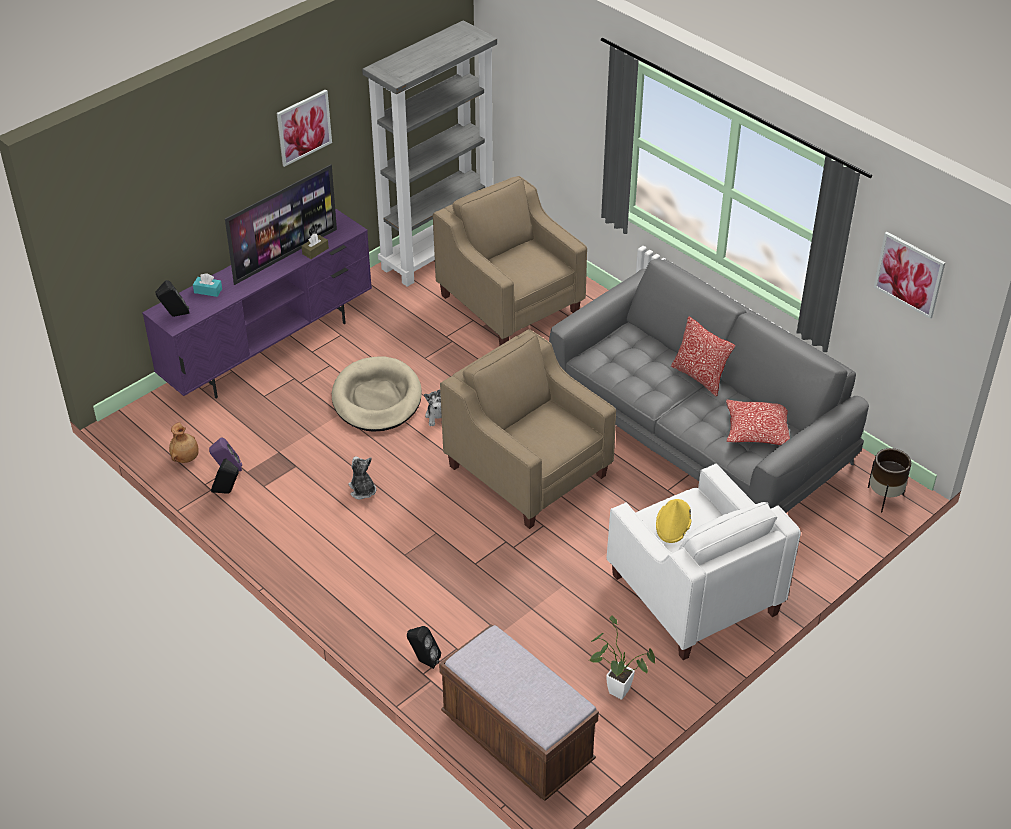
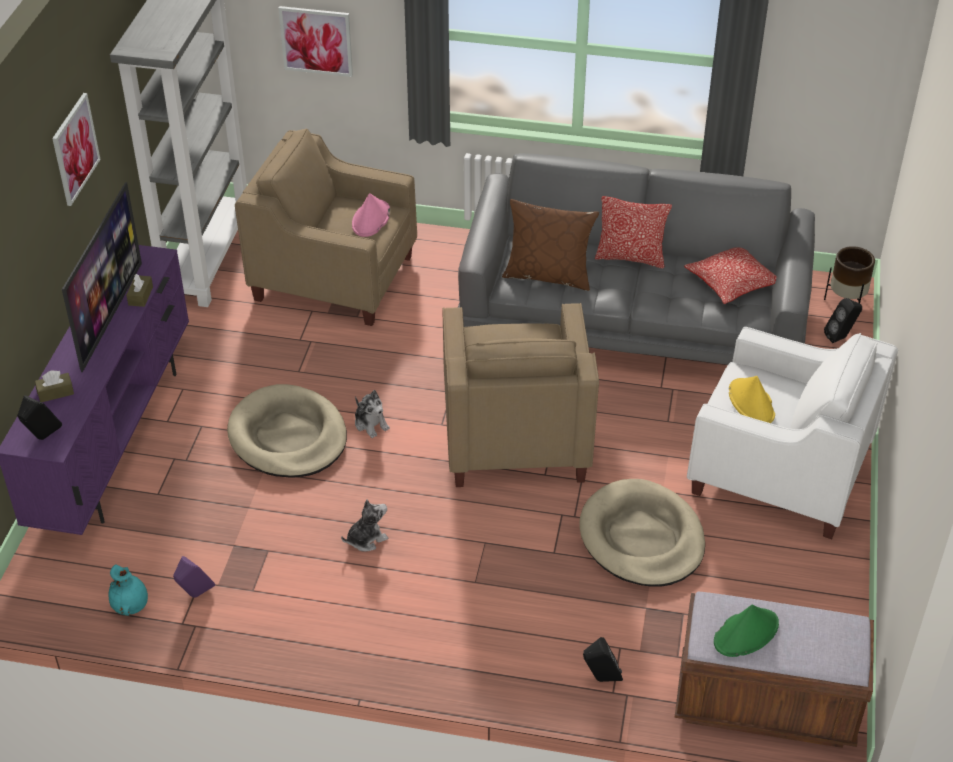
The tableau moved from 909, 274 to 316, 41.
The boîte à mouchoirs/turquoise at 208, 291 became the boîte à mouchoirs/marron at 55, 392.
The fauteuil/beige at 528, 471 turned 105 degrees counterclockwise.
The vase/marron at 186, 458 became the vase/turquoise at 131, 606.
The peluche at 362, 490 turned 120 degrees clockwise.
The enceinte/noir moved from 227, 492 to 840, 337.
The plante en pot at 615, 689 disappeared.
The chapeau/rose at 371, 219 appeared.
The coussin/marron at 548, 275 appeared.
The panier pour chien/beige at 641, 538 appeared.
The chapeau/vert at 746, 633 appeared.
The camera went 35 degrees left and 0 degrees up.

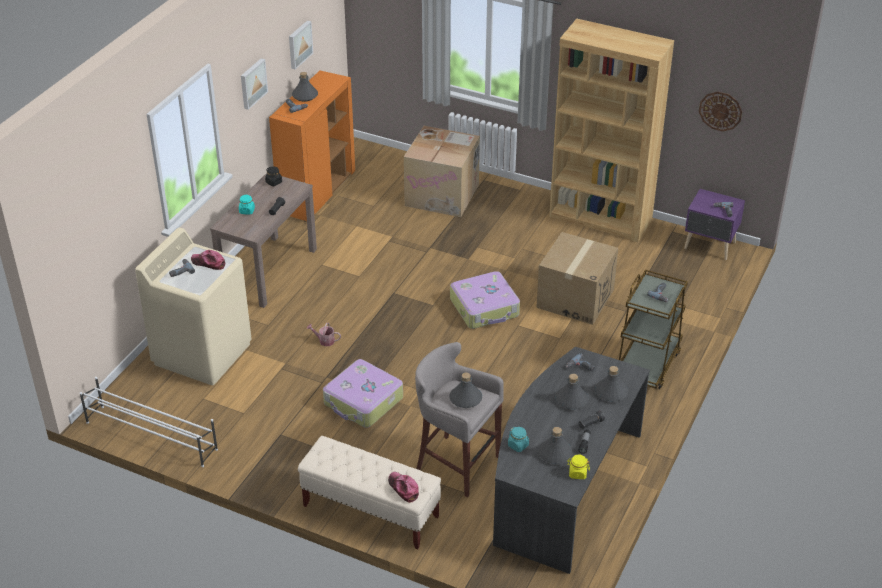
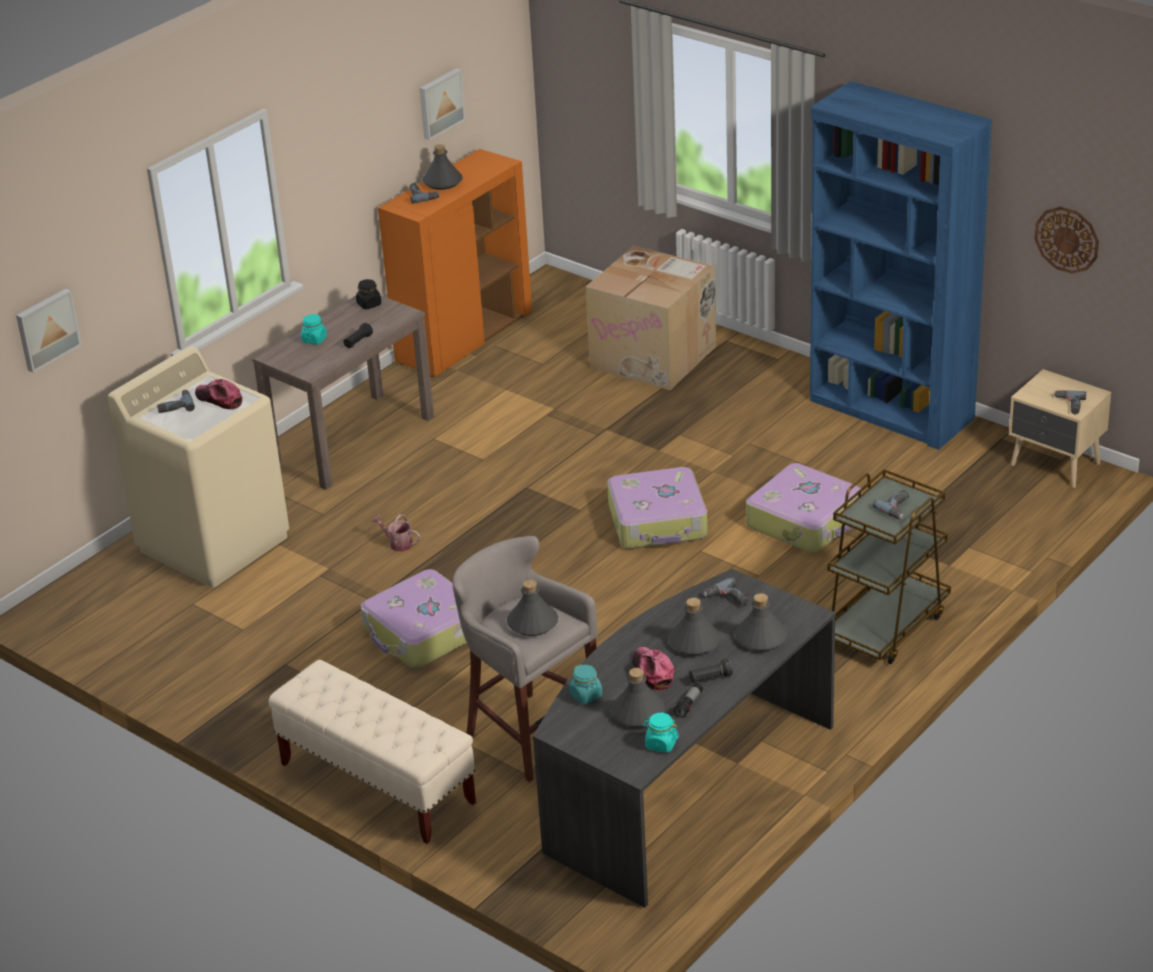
The bibliothèque/marron at 600, 218 became the bibliothèque/bleu at 891, 410.
The tableau moved from 252, 83 to 46, 329.
The table de chevet/violet at 710, 246 became the table de chevet/beige at 1055, 466.
The carton at 575, 298 was replaced by the valise at 805, 521.
The étagère à chaussures/blanc at 151, 435 disappeared.
The bocal/jaune at 577, 473 became the bocal/turquoise at 661, 744.
The casquette moved from 403, 488 to 652, 672.
The camera went 15 degrees right and 5 degrees down.

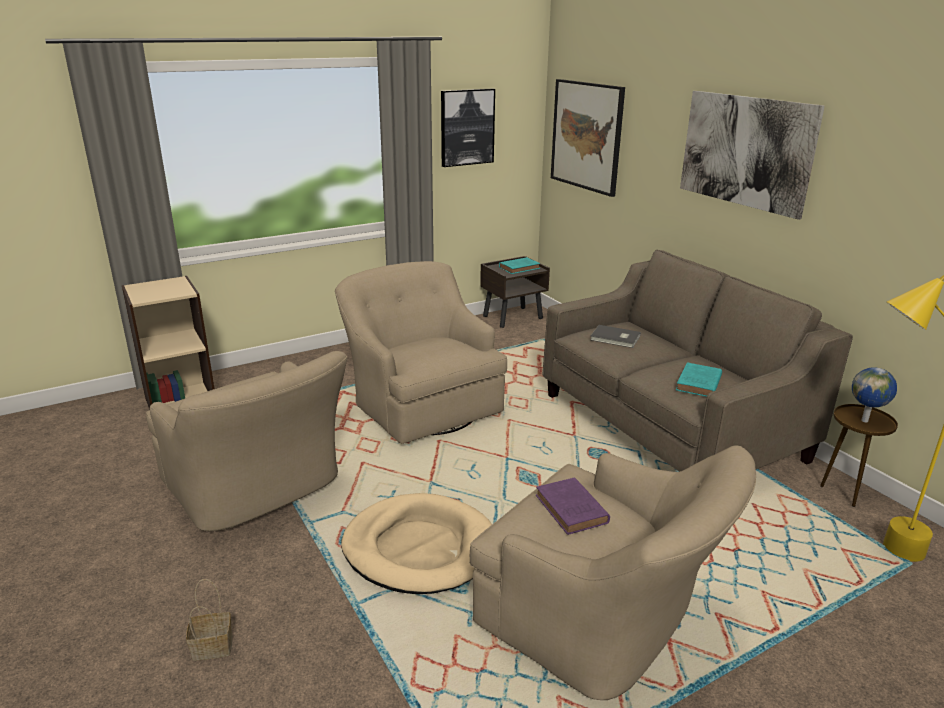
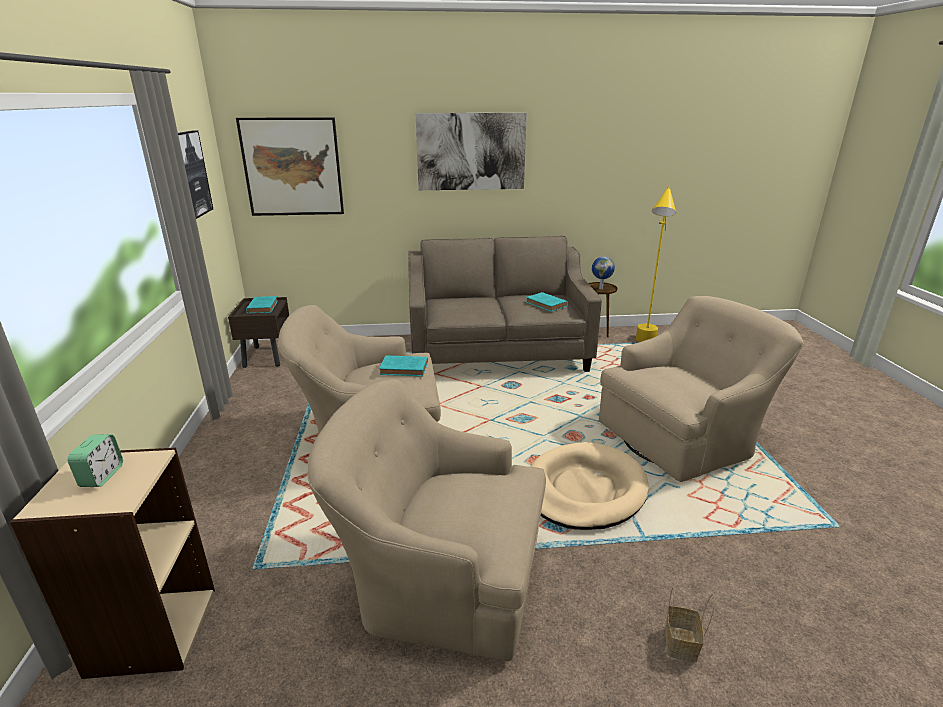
The livre/gris at 615, 338 disappeared.
The fauteuil/beige at 257, 488 turned 150 degrees counterclockwise.
The livre/violet at 572, 510 disappeared.
The livre/turquoise at 405, 369 appeared.
The réveil at 102, 476 appeared.
The camera went 65 degrees left and 0 degrees up.

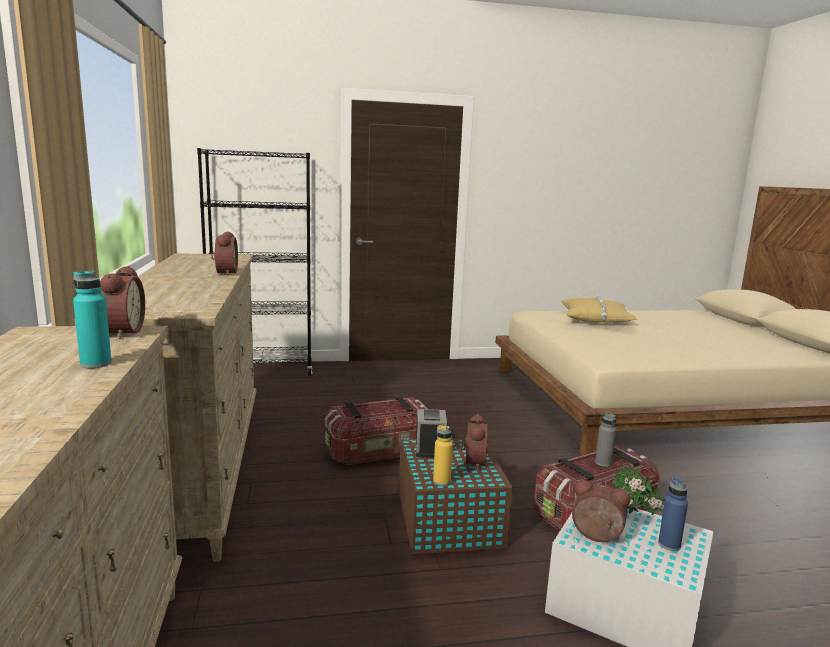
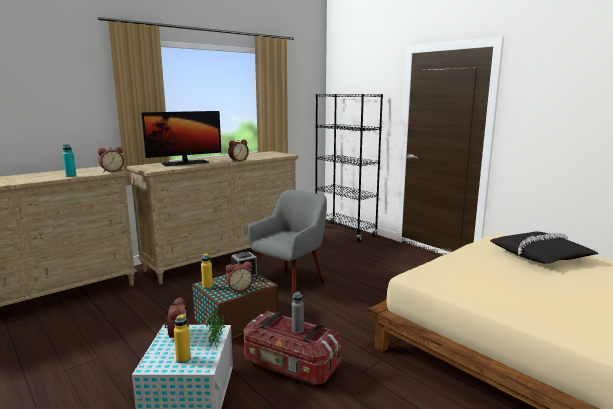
The coussin/jaune at 596, 318 became the coussin/noir at 541, 255.
The boîte de rangement at 379, 452 was replaced by the fauteuil/gris at 290, 284.
The bouteille/bleu at 669, 544 became the bouteille/jaune at 183, 359.
The écran d'ordinateur at 185, 163 appeared.
The camera went 60 degrees right and 0 degrees up.

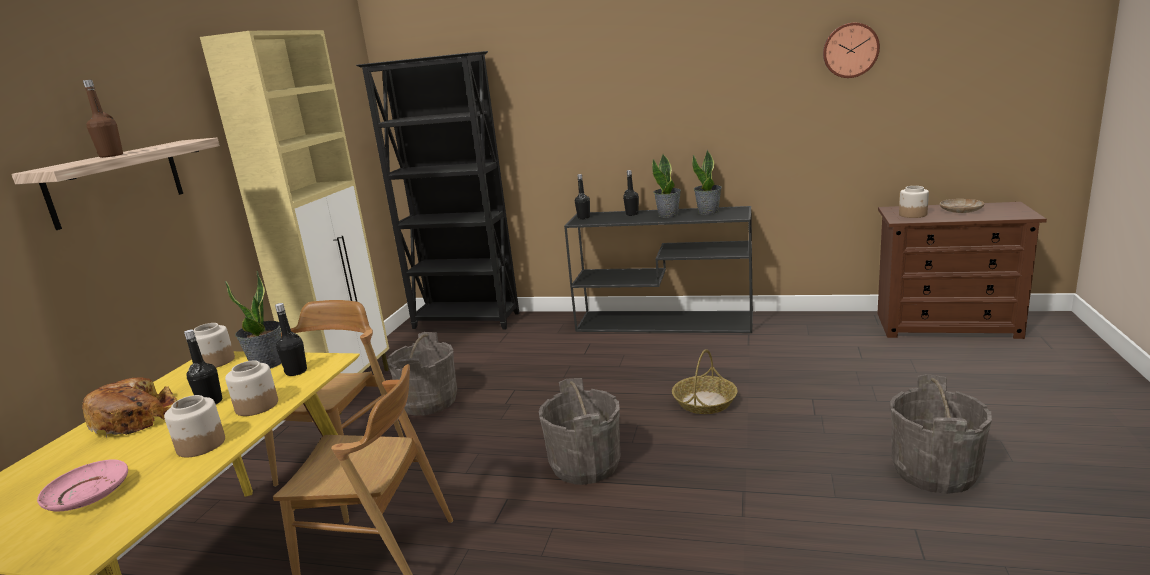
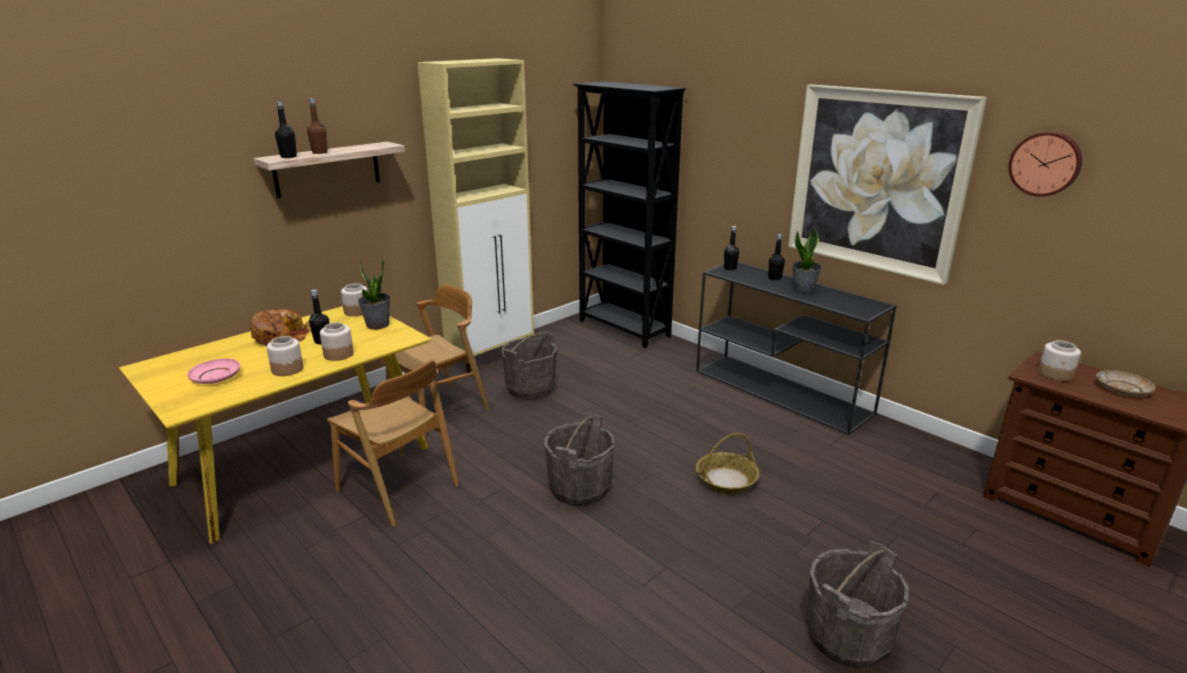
The plante en pot at 708, 212 disappeared.
The bouteille/noir moved from 296, 371 to 288, 157.
The tableau at 876, 180 appeared.
The camera went 30 degrees right and 5 degrees up.

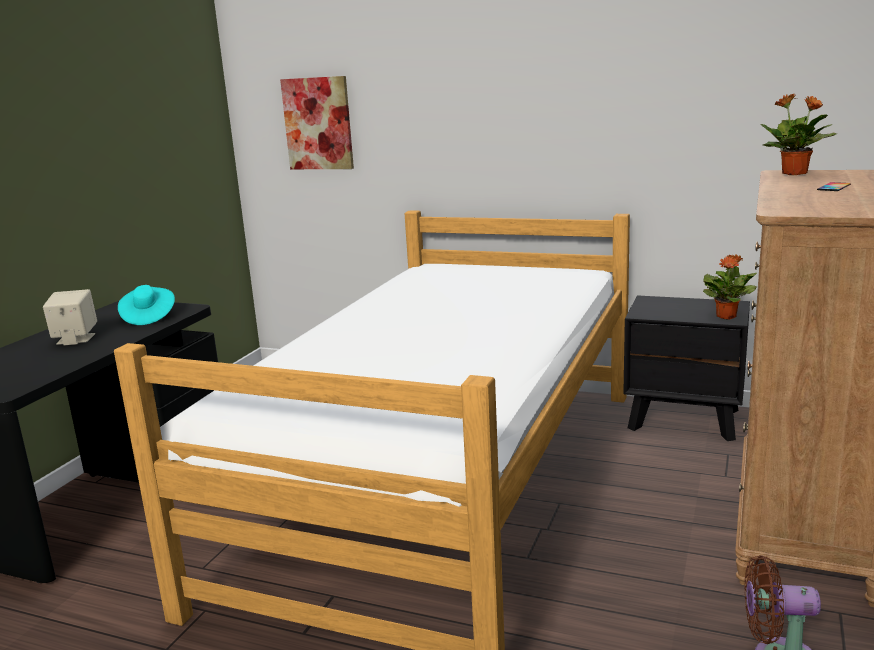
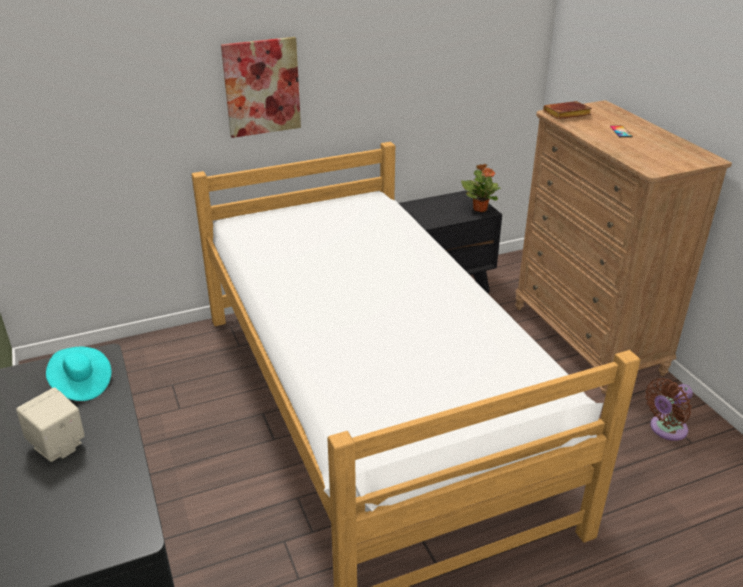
The tableau moved from 318, 123 to 262, 87.
The plante en pot at 795, 174 was replaced by the livre/marron at 566, 115.
The camera went 45 degrees left and 15 degrees up.

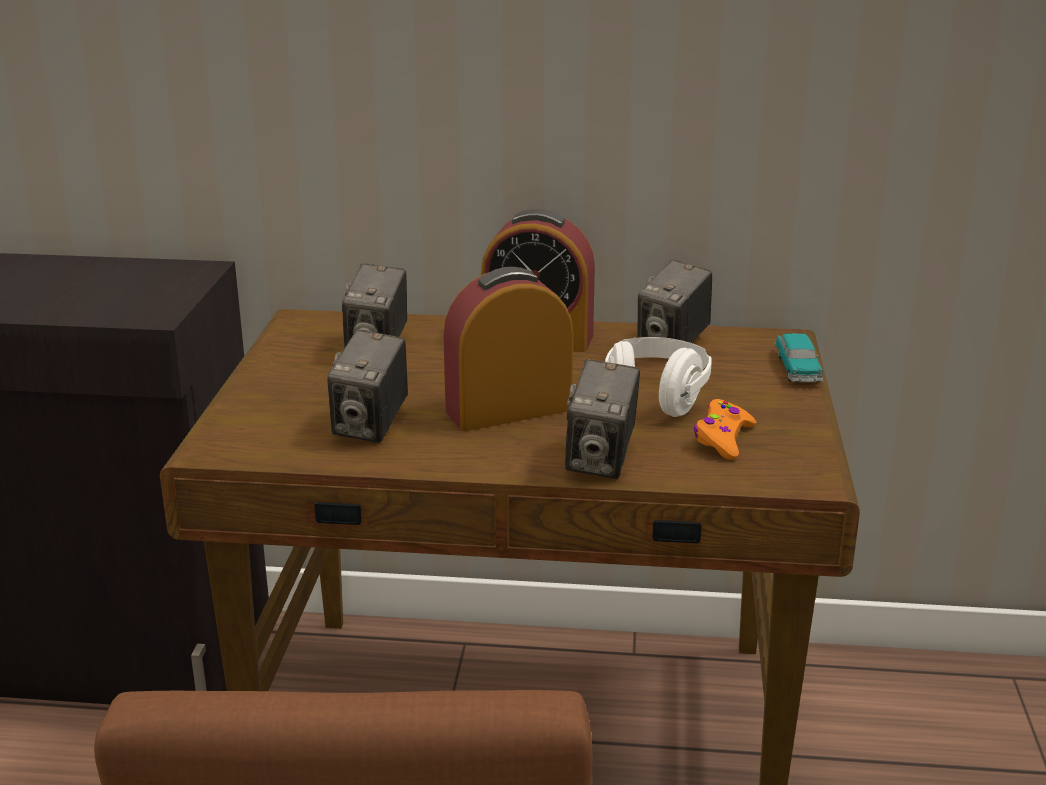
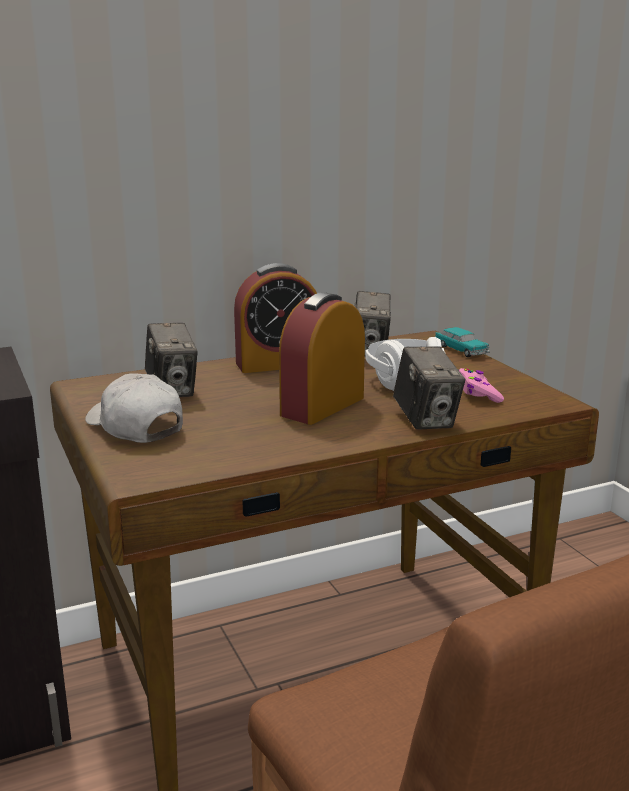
The appareil photo at 371, 426 disappeared.
The manette/orange at 723, 439 became the manette/rose at 478, 393.
The casquette/blanc at 135, 427 appeared.
The camera went 30 degrees left and 5 degrees down.

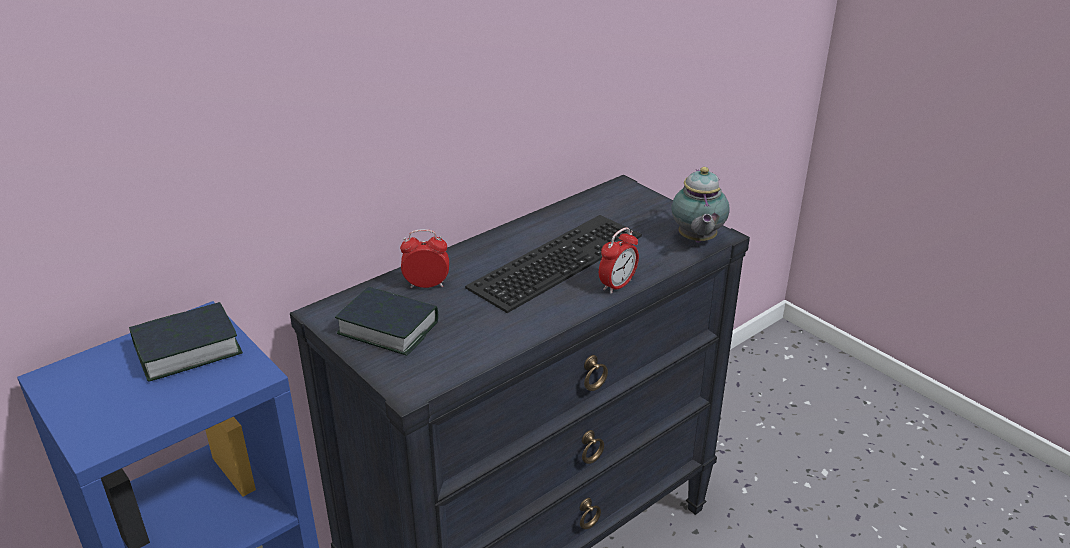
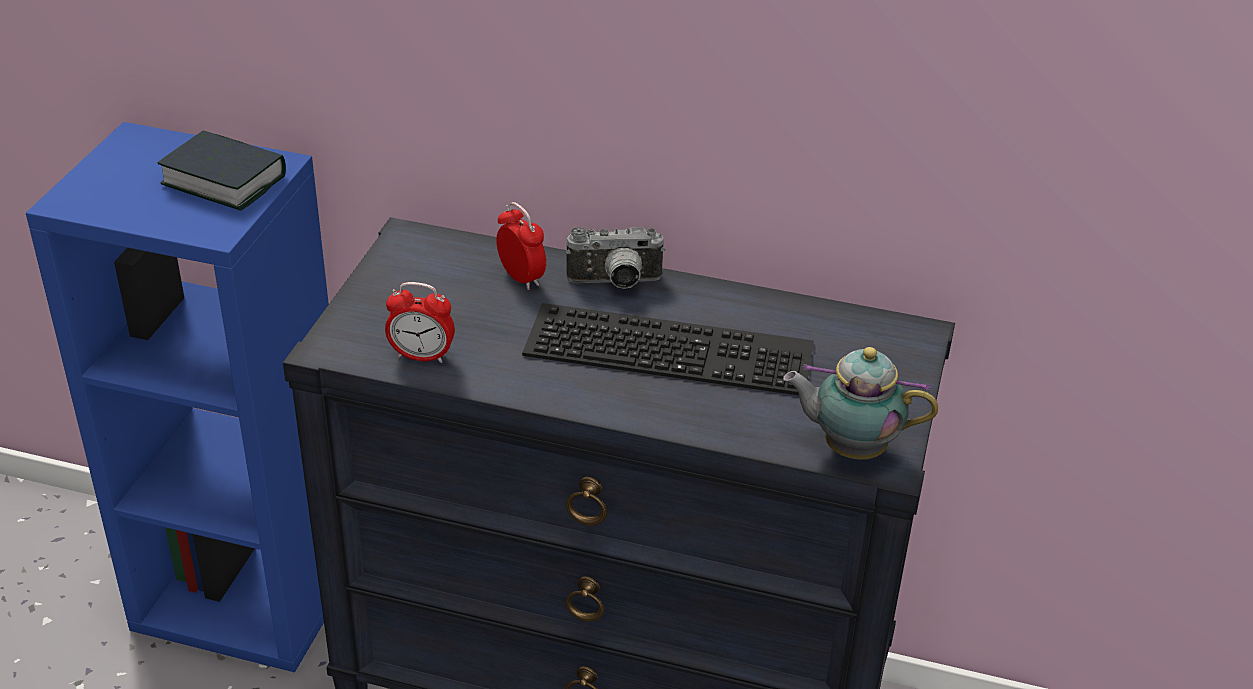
The théière at 696, 240 turned 45 degrees clockwise.
The réveil moved from 617, 285 to 422, 356.
The livre at 388, 328 disappeared.
The appareil photo at 615, 284 appeared.
The camera went 55 degrees right and 5 degrees up.

